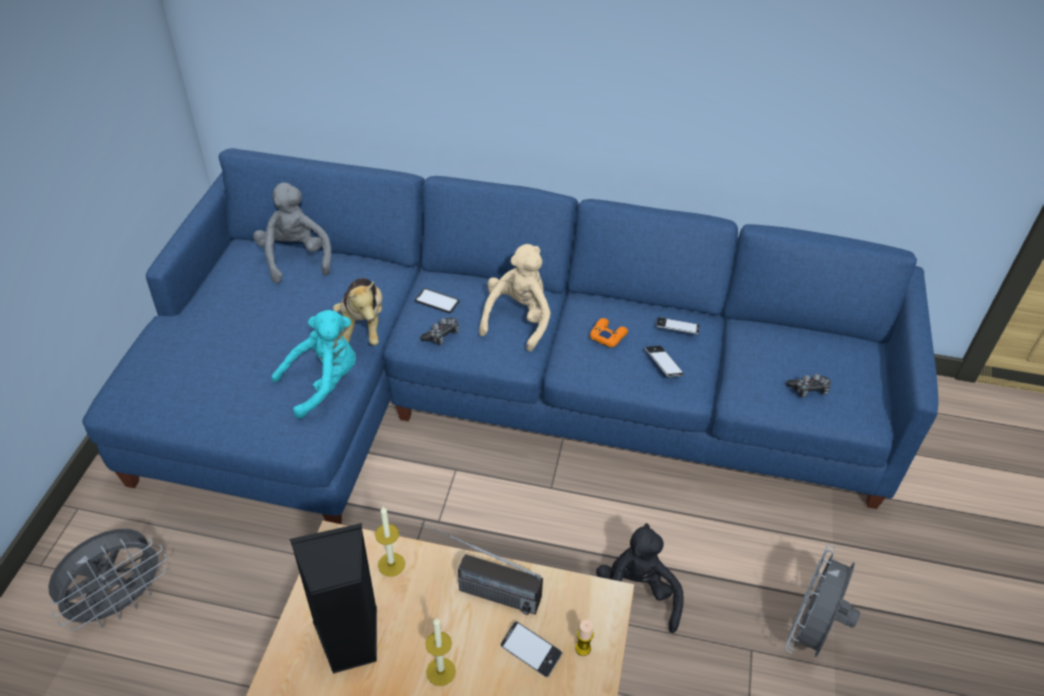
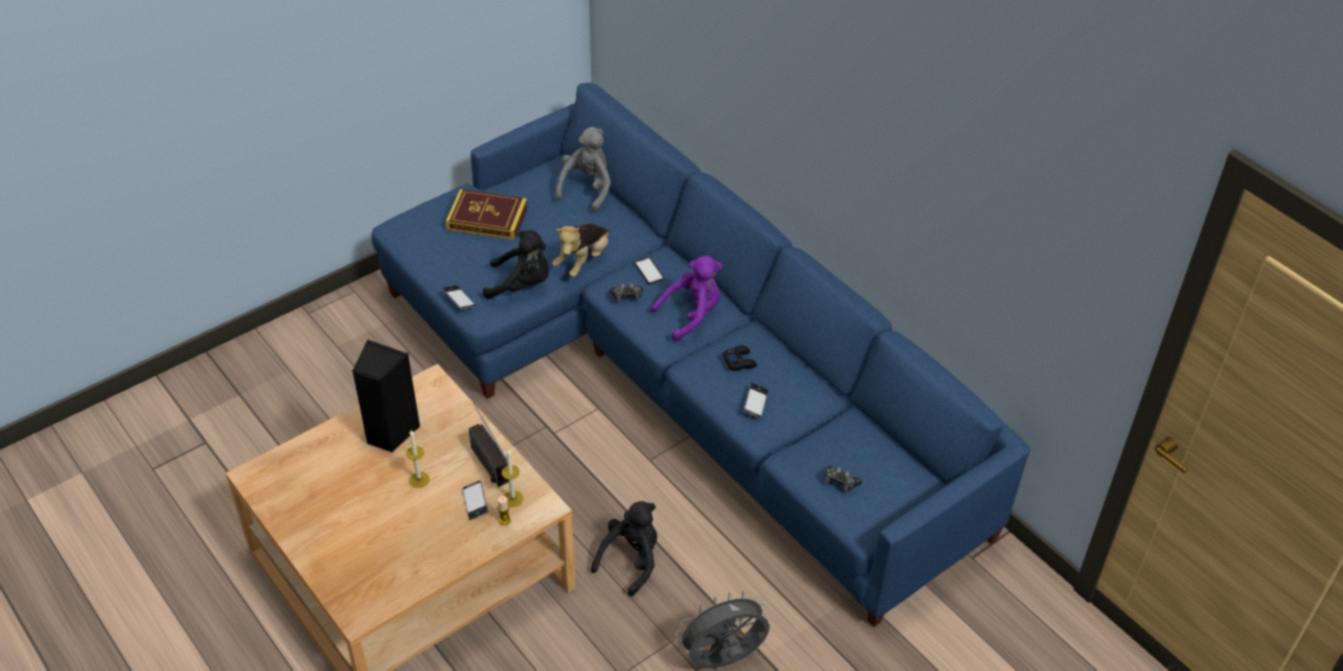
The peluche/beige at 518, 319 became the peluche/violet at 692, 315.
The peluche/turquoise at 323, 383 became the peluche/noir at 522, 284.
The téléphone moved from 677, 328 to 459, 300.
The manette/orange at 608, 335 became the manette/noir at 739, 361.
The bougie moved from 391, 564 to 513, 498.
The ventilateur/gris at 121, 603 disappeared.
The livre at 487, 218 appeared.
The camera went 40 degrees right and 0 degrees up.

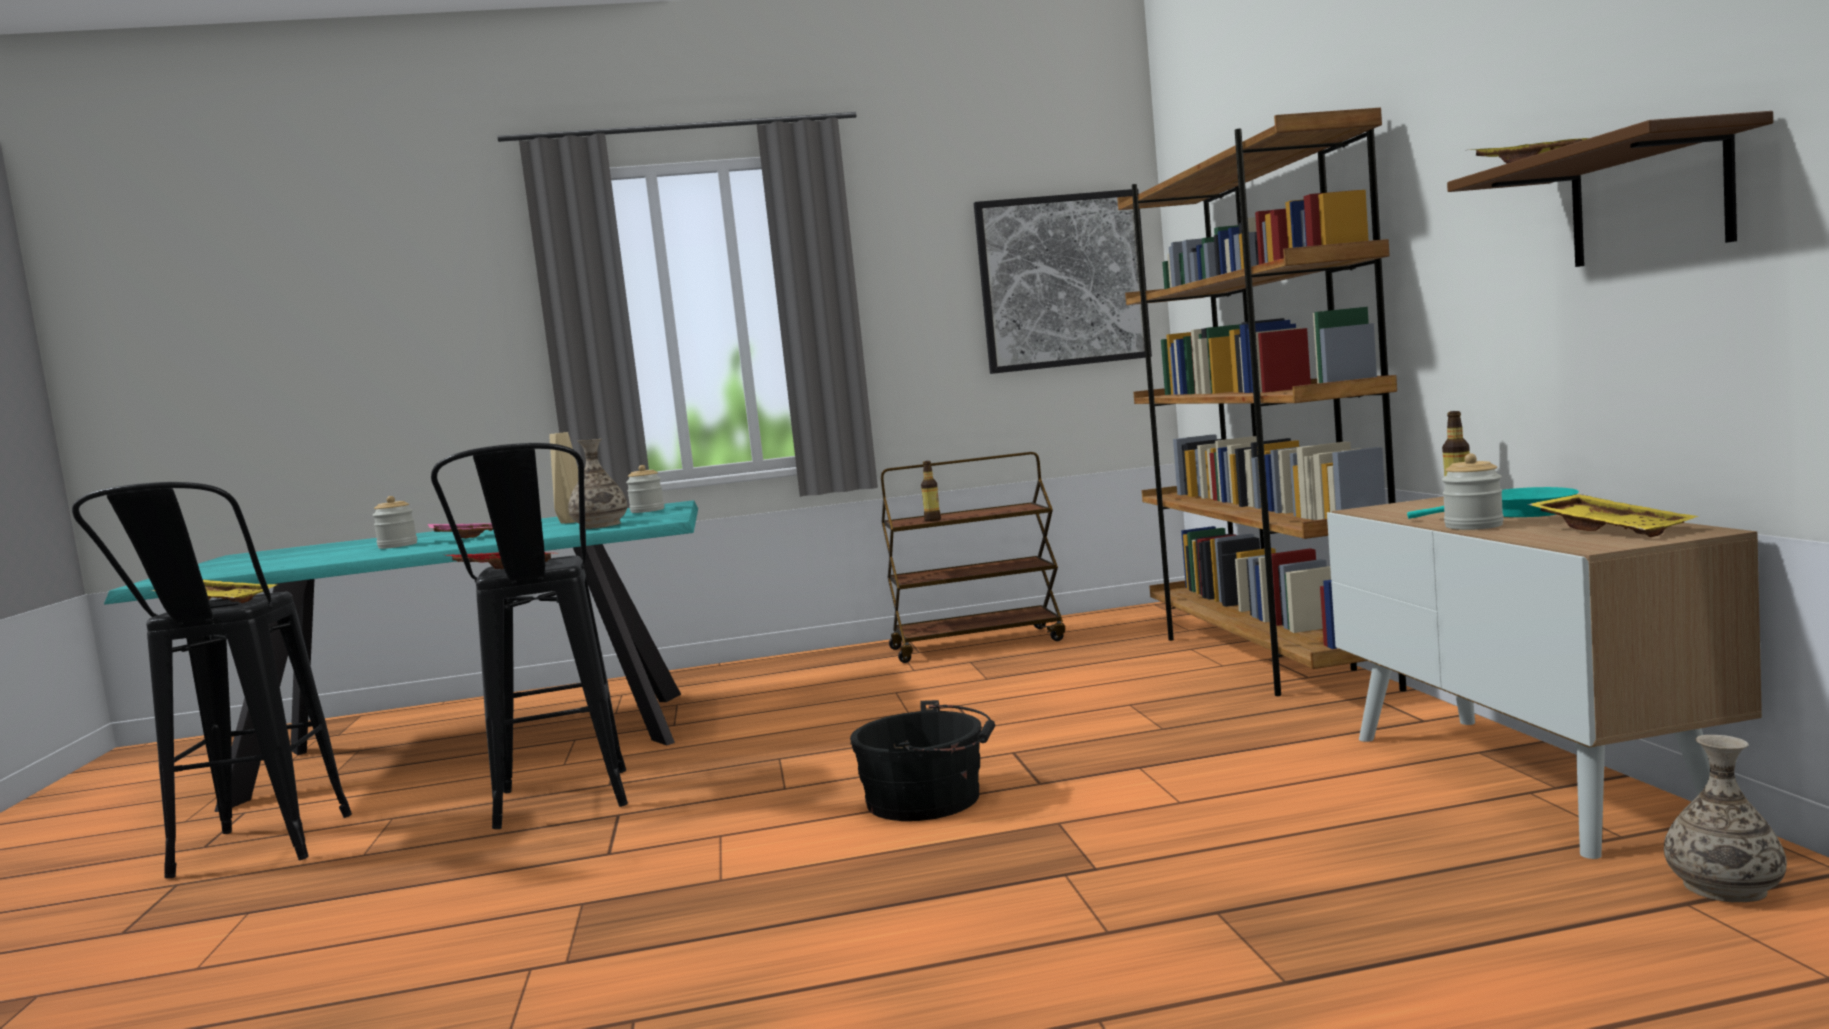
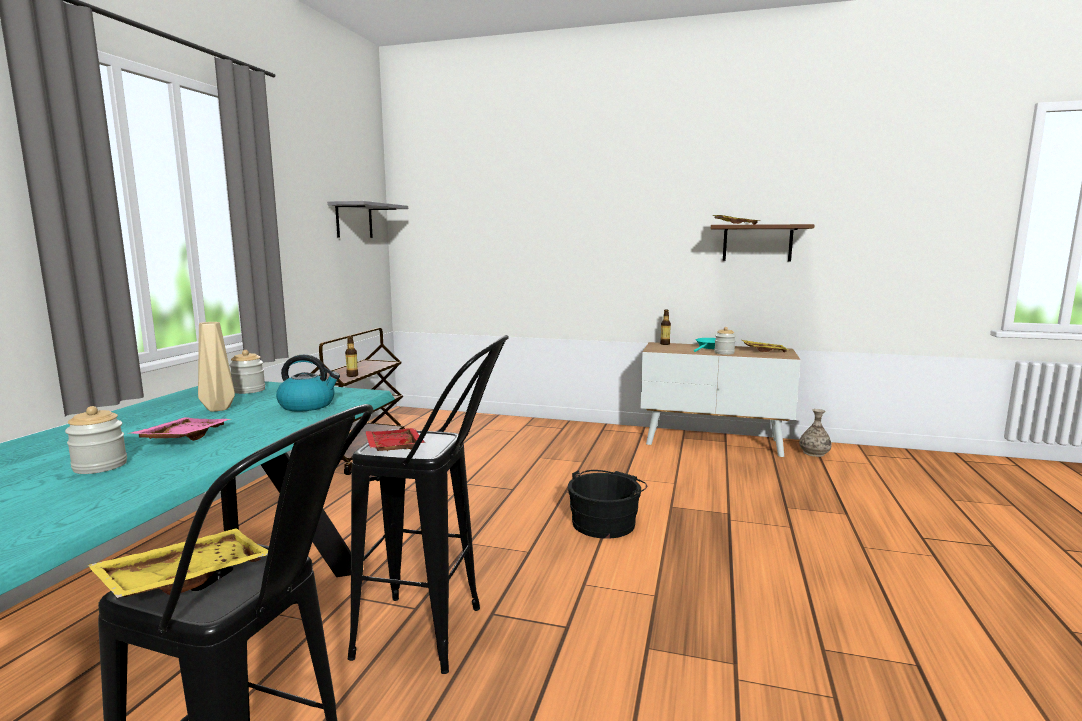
The bibliothèque/marron at 1265, 658 disappeared.
The tableau at 1062, 281 was replaced by the étagère/gris at 354, 220.
The vase at 600, 526 was replaced by the bouilloire at 308, 405.
The camera went 65 degrees left and 5 degrees up.

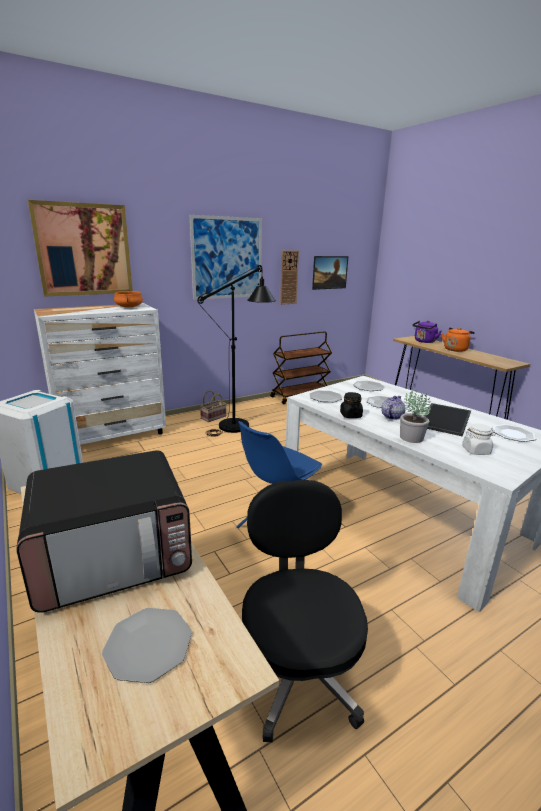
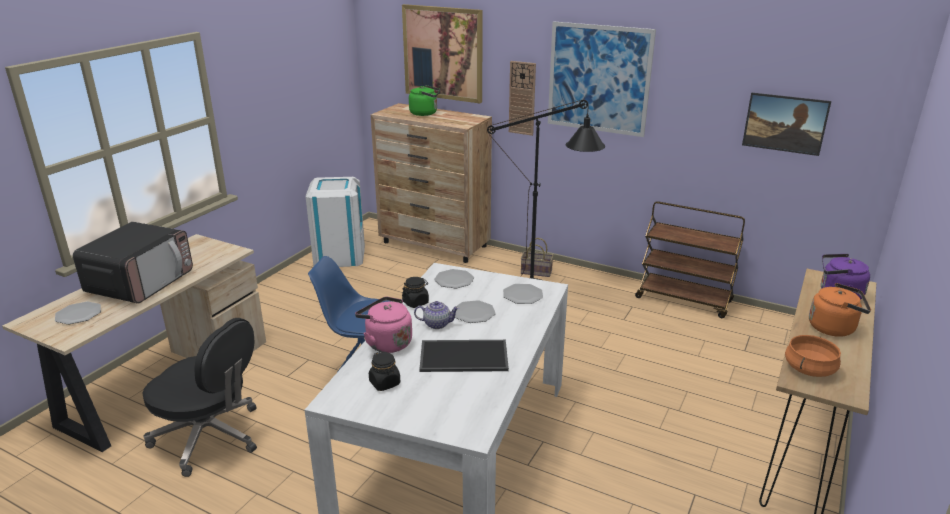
The horloge murale moved from 288, 277 to 522, 98.
The marmite/orange moved from 129, 307 to 809, 369.
The commode/blanc at 113, 435 became the commode/marron at 435, 245.
The plante en pot at 410, 437 was replaced by the bouilloire/rose at 386, 343.
The bocal/blanc at 476, 451 became the bocal/noir at 385, 383.
The assiette at 513, 434 disappeared.
The micro-ondes at 114, 555 turned 105 degrees counterclockwise.
The chaise de bureau/noir at 297, 667 turned 60 degrees clockwise.
The bouilloire/vert at 425, 113 appeared.
The camera went 60 degrees right and 5 degrees up.

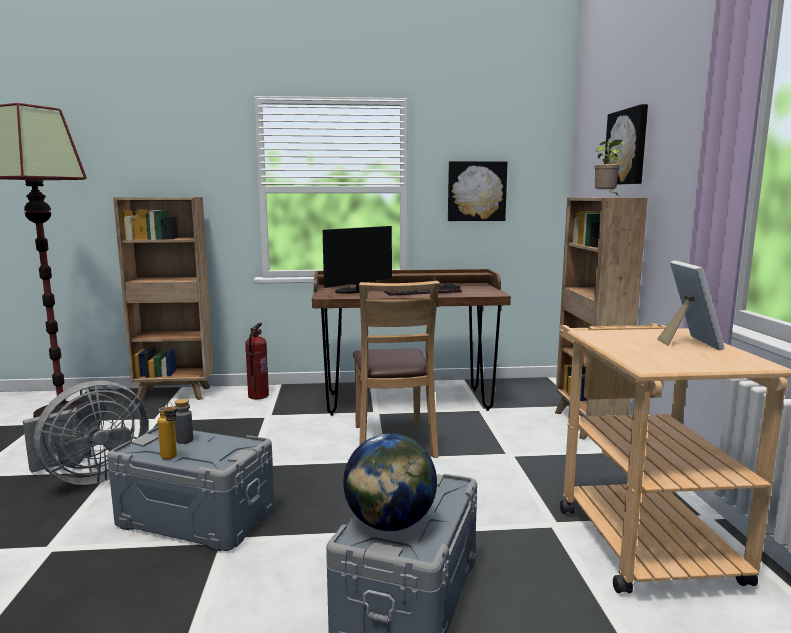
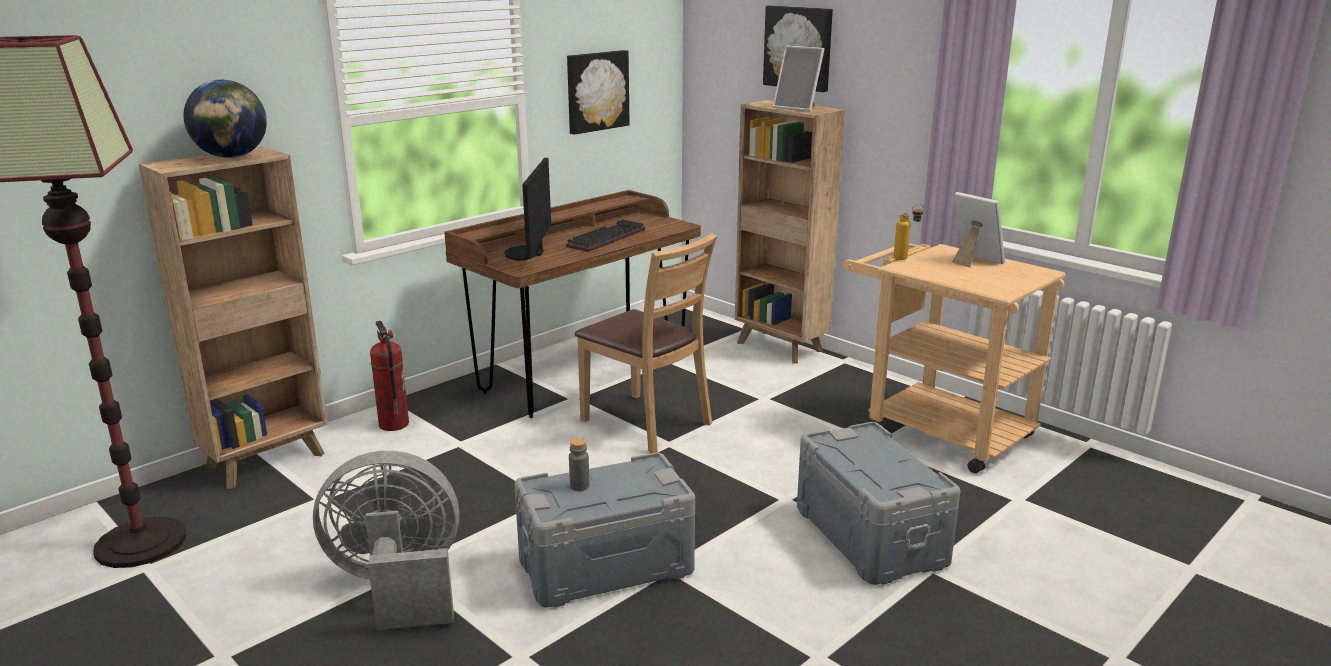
The plante en pot at 606, 197 was replaced by the cadre photo at 798, 108.
The ventilateur/gris at 91, 477 turned 105 degrees counterclockwise.
The bouteille moved from 171, 458 to 906, 258.
The globe moved from 390, 524 to 231, 157.
The camera went 40 degrees left and 10 degrees up.

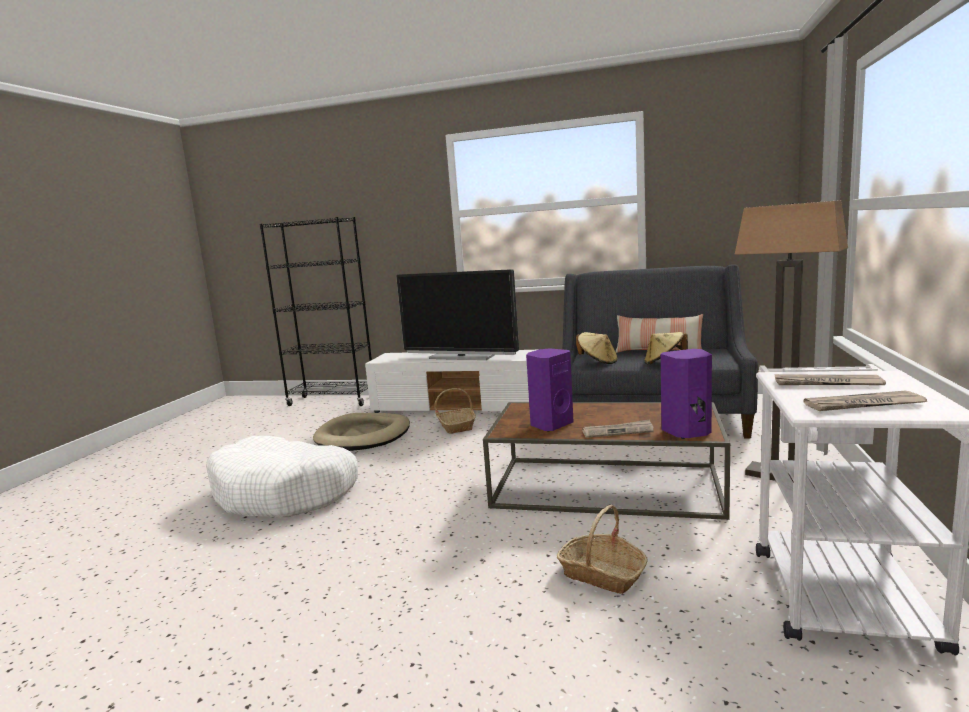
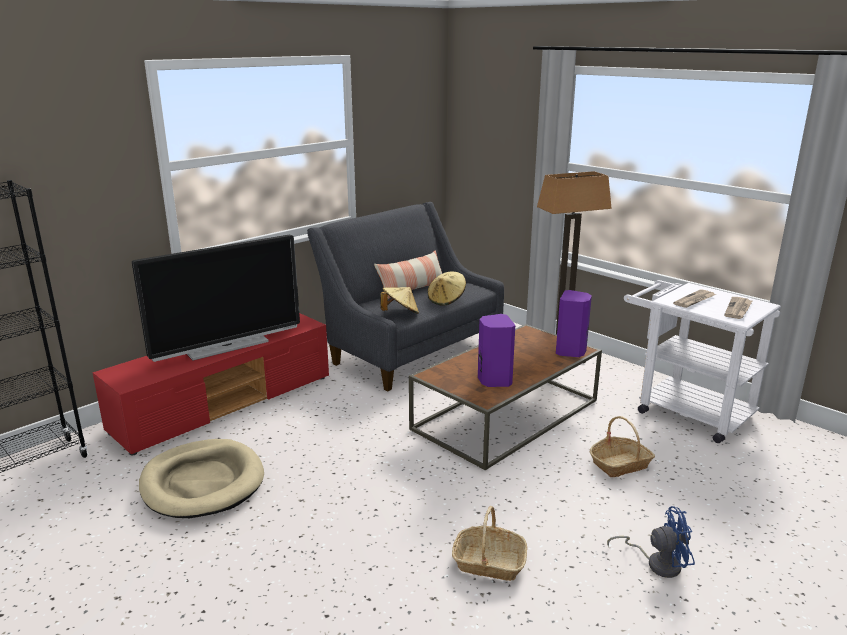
The meuble télé/blanc at 463, 406 became the meuble télé/rouge at 226, 403.
The panier moved from 456, 426 to 489, 563.
The journal at 618, 431 disappeared.
The panier pour chien/blanc at 285, 493 disappeared.
The ventilateur/bleu at 657, 563 appeared.
The camera went 60 degrees left and 10 degrees up.

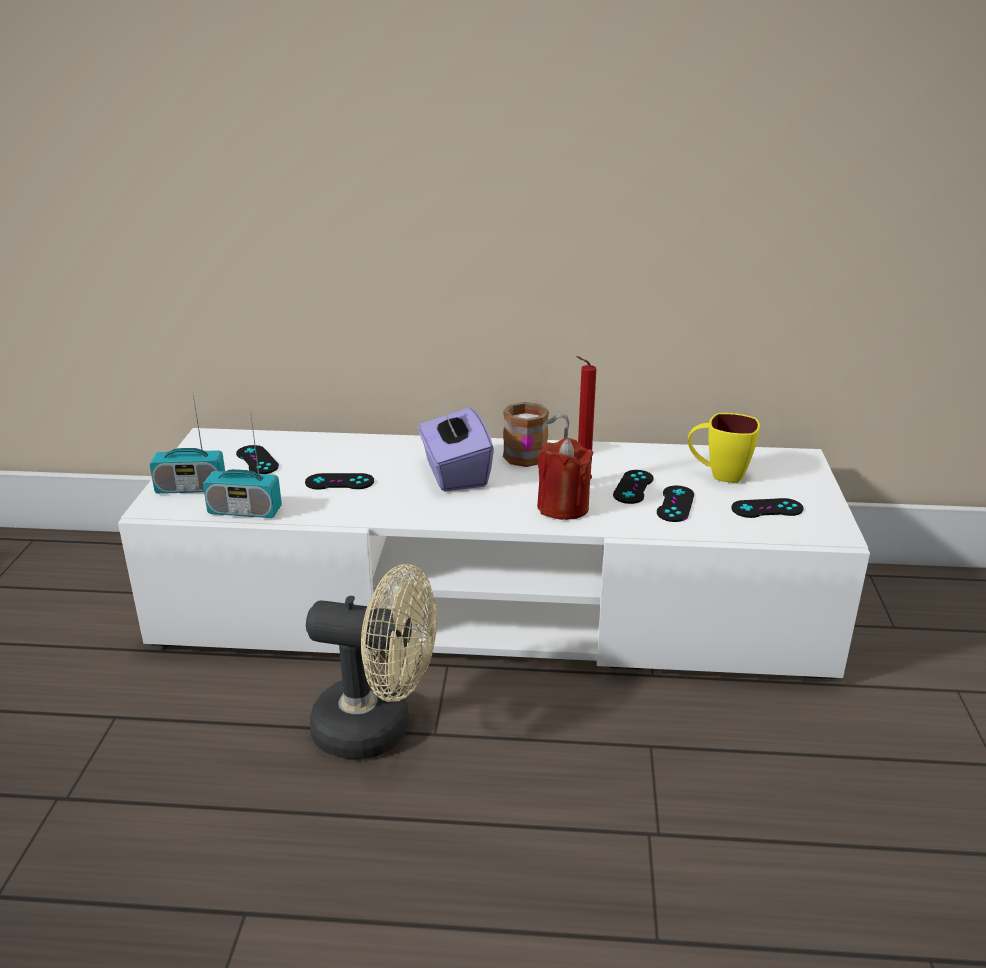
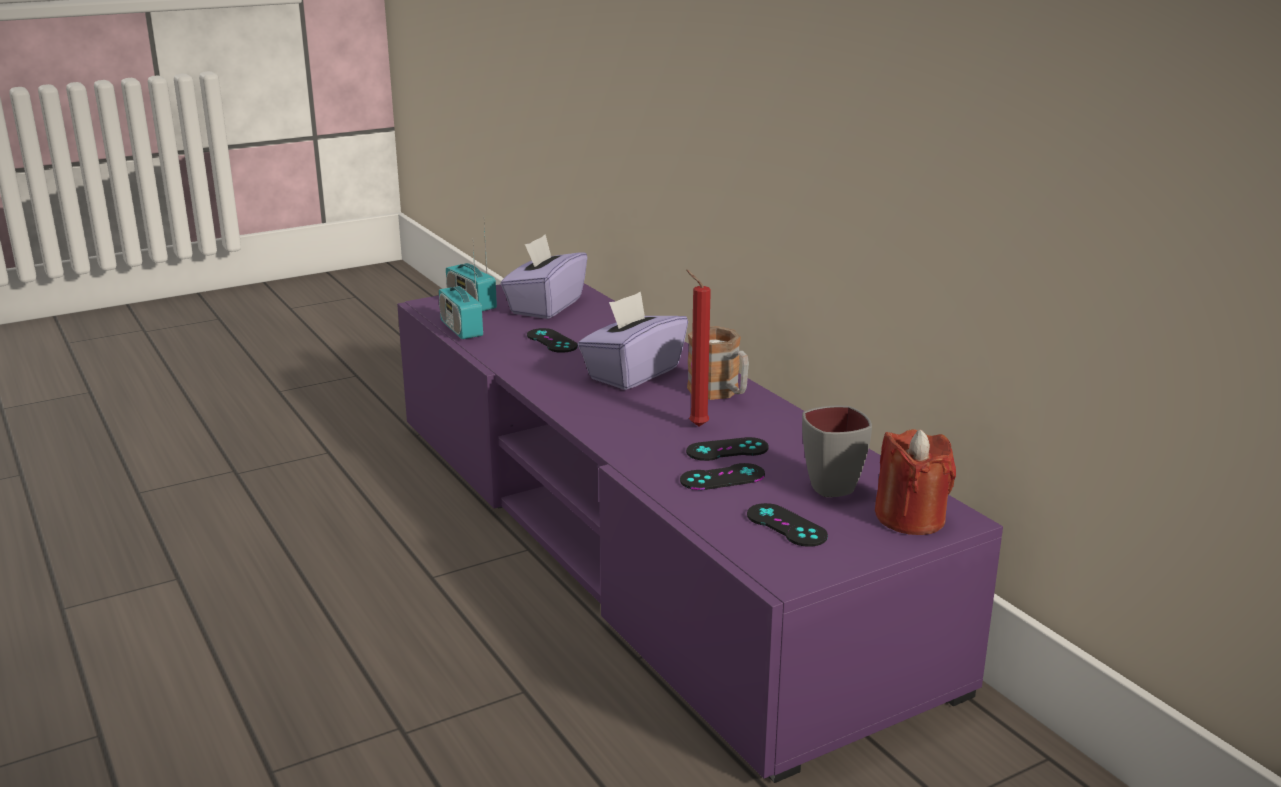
The mug/jaune at 718, 474 became the mug/gris at 826, 483.
The meuble télé/blanc at 493, 607 became the meuble télé/violet at 640, 538.
The bougie/rouge moved from 563, 507 to 910, 518.
The manette/noir at 257, 460 was replaced by the boîte à mouchoirs/violet at 545, 306.
The ventilateur/beige at 378, 729 disappeared.
The camera went 55 degrees right and 5 degrees down.

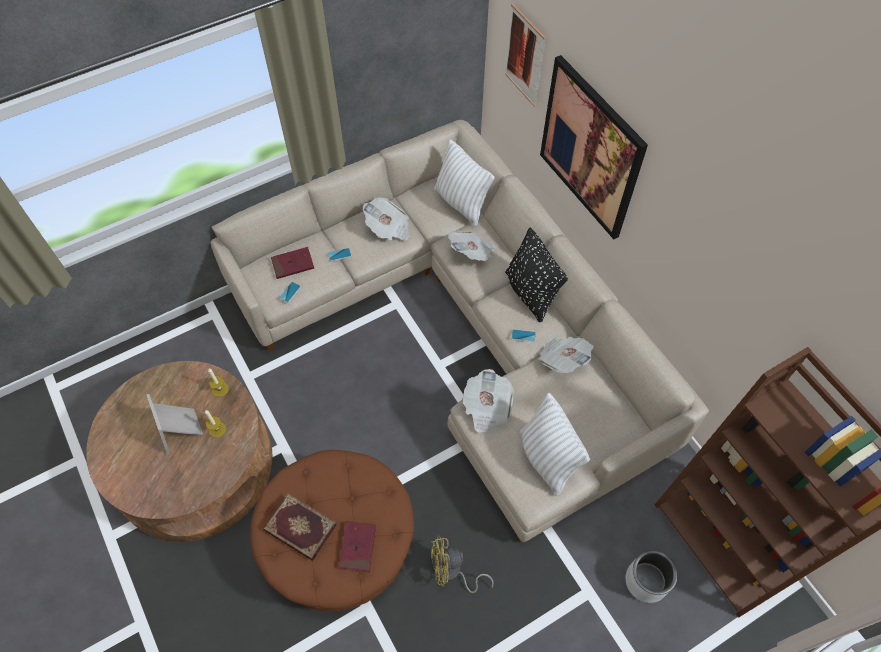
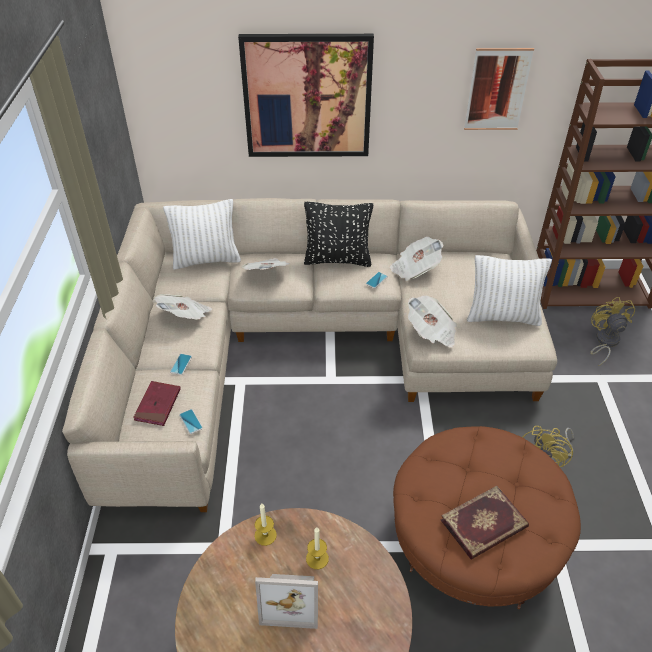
The tableau moved from 524, 56 to 497, 90.
The livre/rouge at 357, 547 disappeared.
The cache-pot/gris at 646, 581 was replaced by the ventilateur/jaune at 604, 342.
The camera went 60 degrees left and 15 degrees down.

